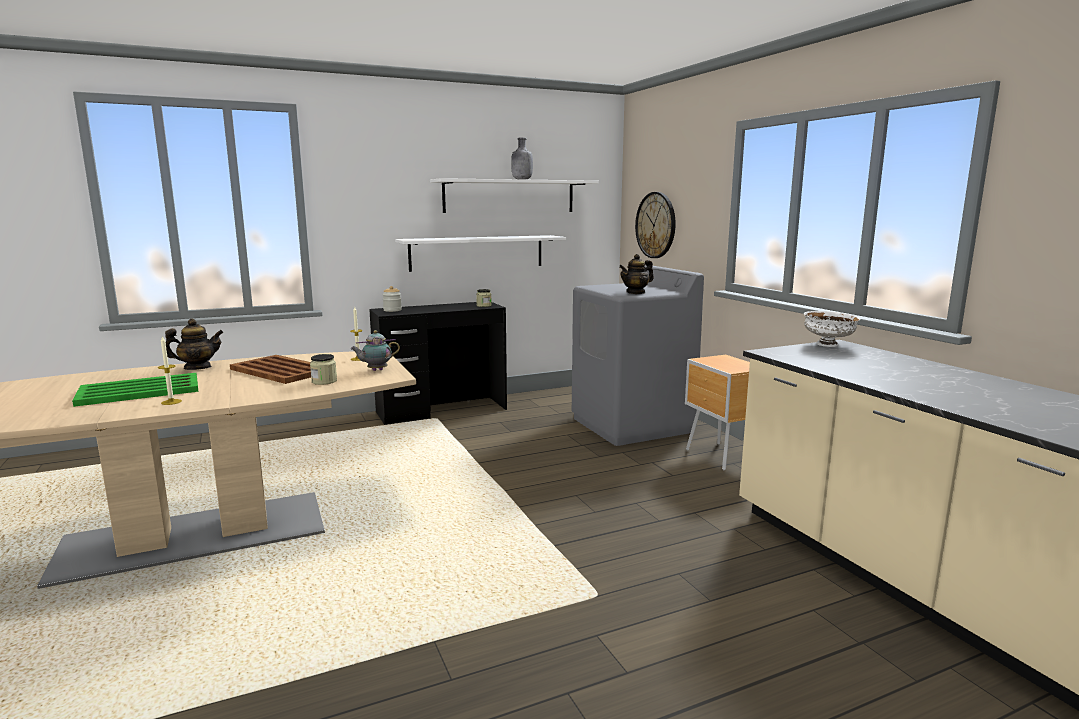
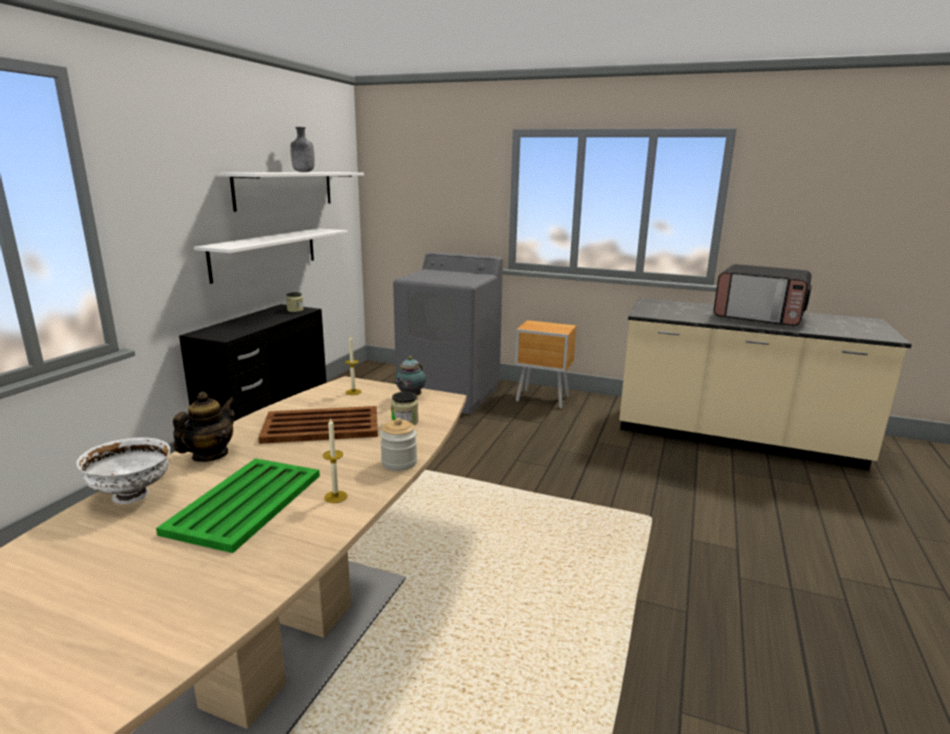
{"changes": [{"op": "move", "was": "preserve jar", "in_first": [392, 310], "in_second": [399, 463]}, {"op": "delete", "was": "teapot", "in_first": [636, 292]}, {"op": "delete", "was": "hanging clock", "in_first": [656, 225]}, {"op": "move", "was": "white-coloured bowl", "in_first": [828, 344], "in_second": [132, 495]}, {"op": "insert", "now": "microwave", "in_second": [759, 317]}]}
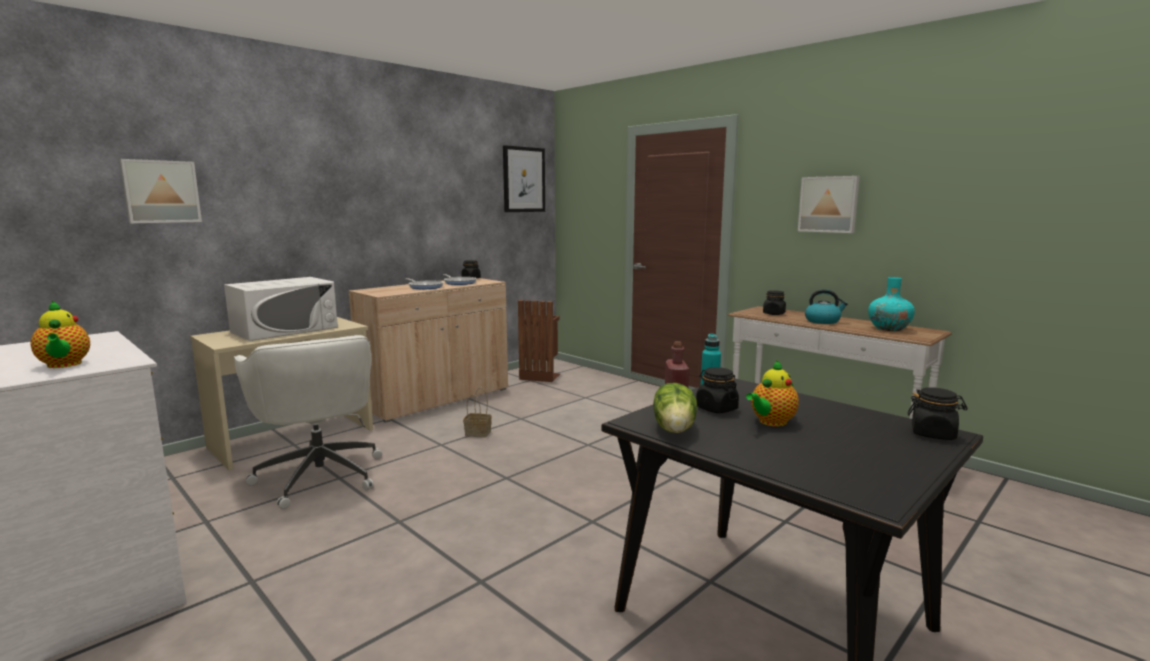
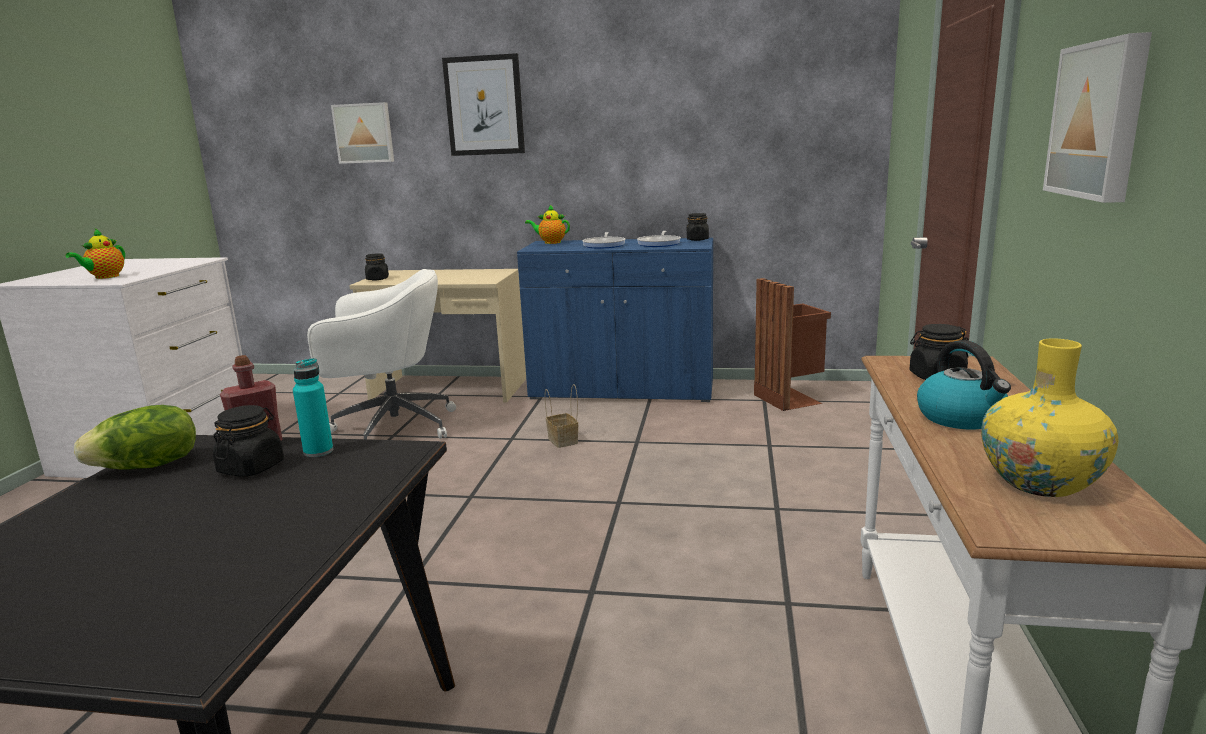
{"changes": [{"op": "delete", "was": "white-coloured microwave", "in_first": [285, 329]}, {"op": "rotate", "was": "white-coloured office chair", "in_first": [320, 475], "in_second": [391, 427], "clockwise": -120}, {"op": "recolor", "was": "beige cupboard", "now": "blue cupboard", "in_first": [437, 398], "in_second": [622, 390]}, {"op": "move", "was": "wall picture", "in_first": [523, 179], "in_second": [484, 106]}, {"op": "move", "was": "teapot", "in_first": [771, 422], "in_second": [550, 242]}, {"op": "recolor", "was": "turquoise flower vase", "now": "yellowish flower vase", "in_first": [889, 328], "in_second": [1040, 482]}, {"op": "move", "was": "black-coloured preserve jar", "in_first": [933, 434], "in_second": [377, 279]}]}
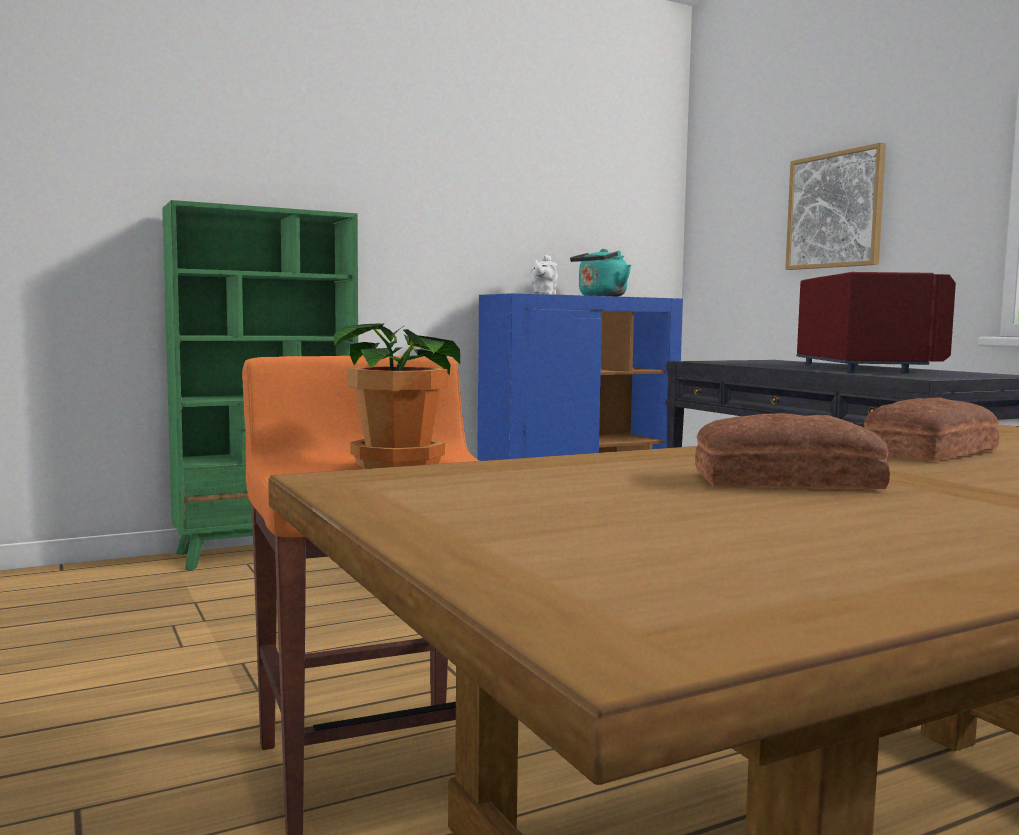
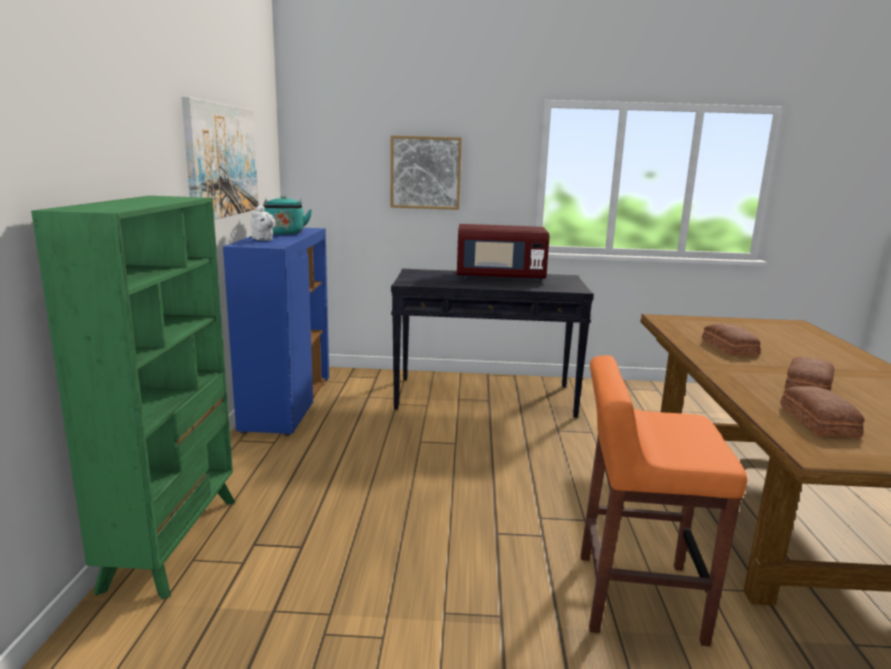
{"changes": [{"op": "delete", "was": "houseplant", "in_first": [401, 465]}, {"op": "rotate", "was": "reddish microwave", "in_first": [863, 368], "in_second": [500, 278], "clockwise": 150}, {"op": "insert", "now": "wall picture", "in_second": [222, 161]}, {"op": "insert", "now": "baked bread", "in_second": [819, 421]}]}
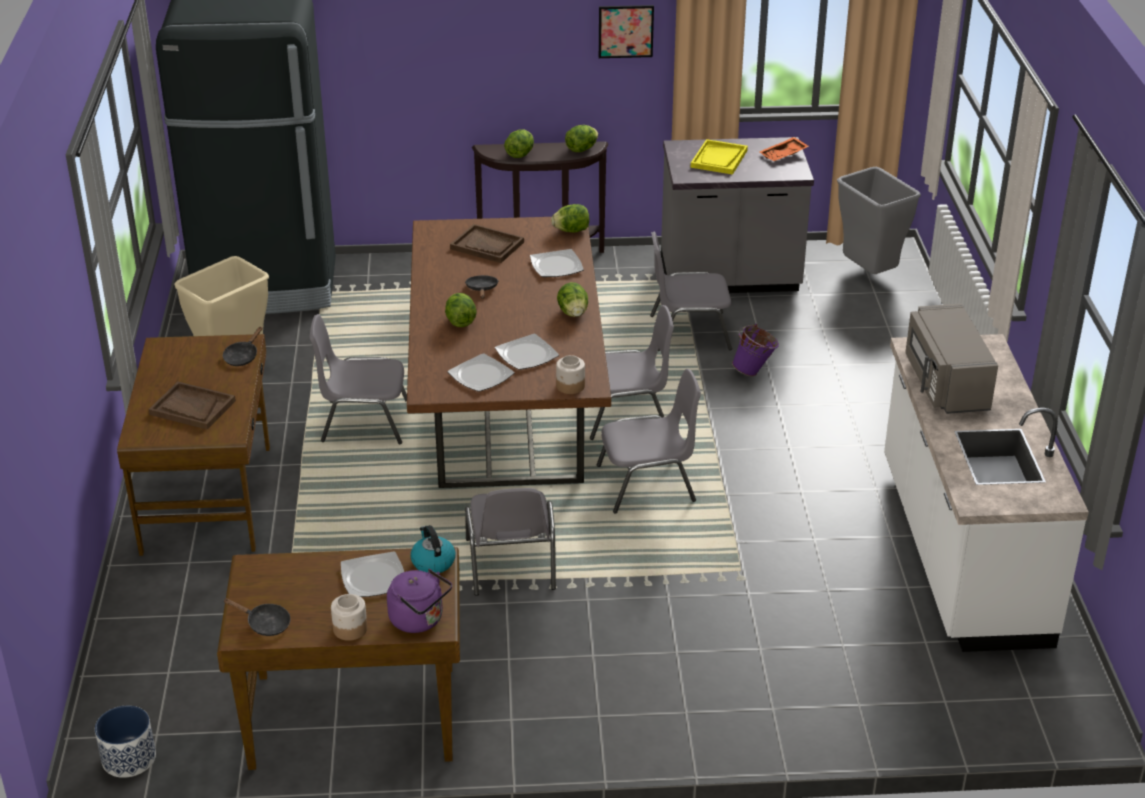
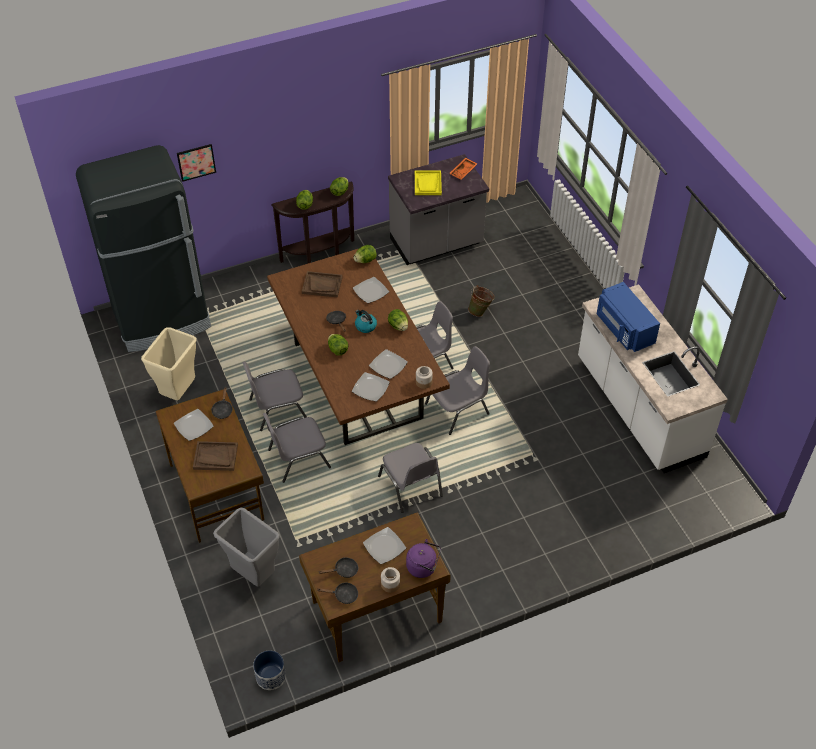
{"changes": [{"op": "move", "was": "water kettle", "in_first": [432, 562], "in_second": [365, 326]}, {"op": "move", "was": "wall picture", "in_first": [625, 31], "in_second": [196, 162]}, {"op": "move", "was": "grey plain chair", "in_first": [688, 332], "in_second": [298, 458]}, {"op": "recolor", "was": "purple water bucket", "now": "green water bucket", "in_first": [754, 371], "in_second": [480, 311]}, {"op": "move", "was": "grey waste bin", "in_first": [870, 274], "in_second": [255, 575]}, {"op": "recolor", "was": "grey microwave", "now": "blue microwave", "in_first": [945, 383], "in_second": [624, 329]}, {"op": "insert", "now": "plate", "in_second": [194, 426]}, {"op": "insert", "now": "black-coloured frying pan", "in_second": [344, 570]}]}
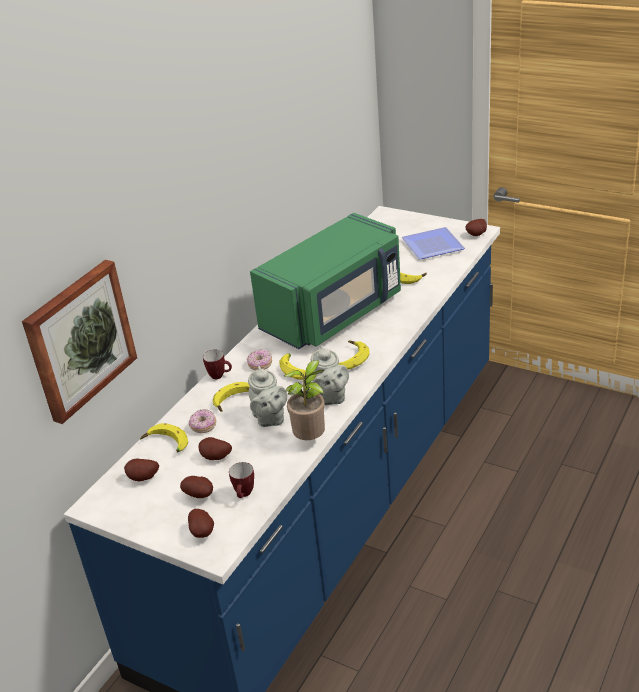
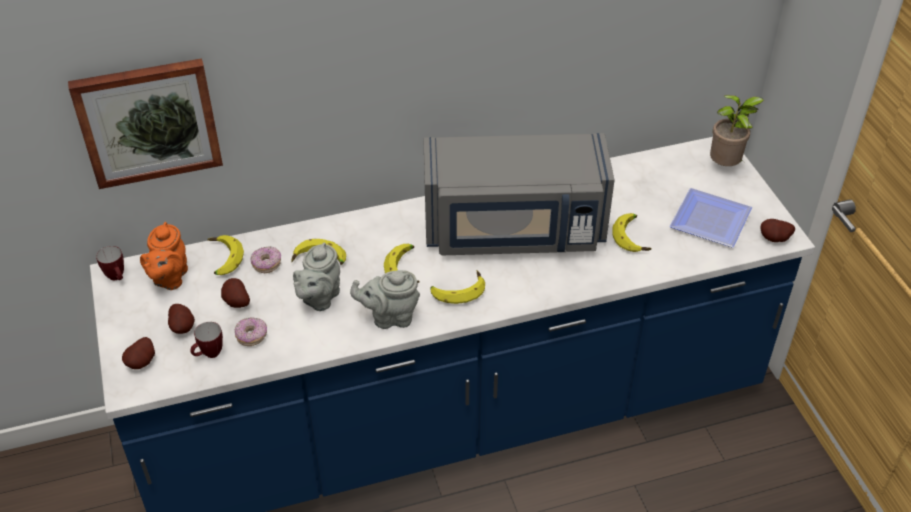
{"changes": [{"op": "replace", "was": "potato", "now": "orangey teapot", "in_first": [143, 479], "in_second": [169, 278]}, {"op": "move", "was": "mug", "in_first": [220, 376], "in_second": [117, 278]}, {"op": "move", "was": "donut", "in_first": [260, 365], "in_second": [251, 336]}, {"op": "recolor", "was": "green microwave", "now": "grey microwave", "in_first": [335, 313], "in_second": [514, 230]}, {"op": "move", "was": "houseplant", "in_first": [311, 439], "in_second": [726, 166]}, {"op": "rotate", "was": "grey teapot", "in_first": [330, 397], "in_second": [390, 317], "clockwise": 60}]}
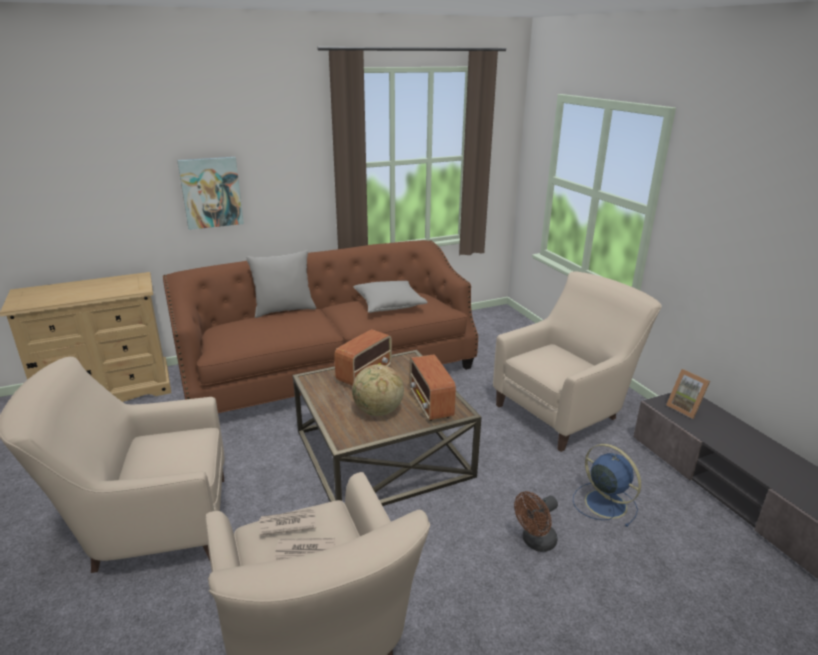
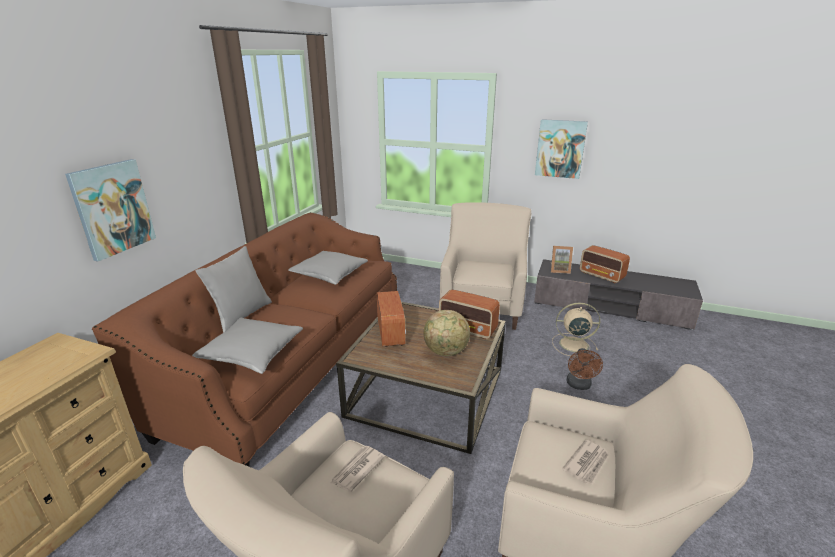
{"changes": [{"op": "move", "was": "daily paper", "in_first": [287, 523], "in_second": [357, 470]}, {"op": "recolor", "was": "blue fan", "now": "beige fan", "in_first": [604, 503], "in_second": [572, 344]}, {"op": "insert", "now": "grey cushion", "in_second": [252, 354]}, {"op": "insert", "now": "wall picture", "in_second": [560, 149]}, {"op": "insert", "now": "radio set", "in_second": [602, 276]}]}
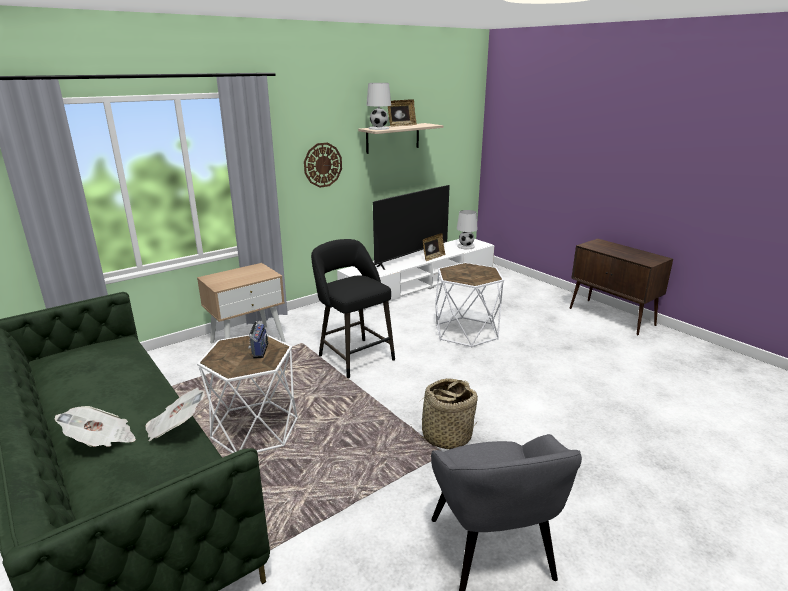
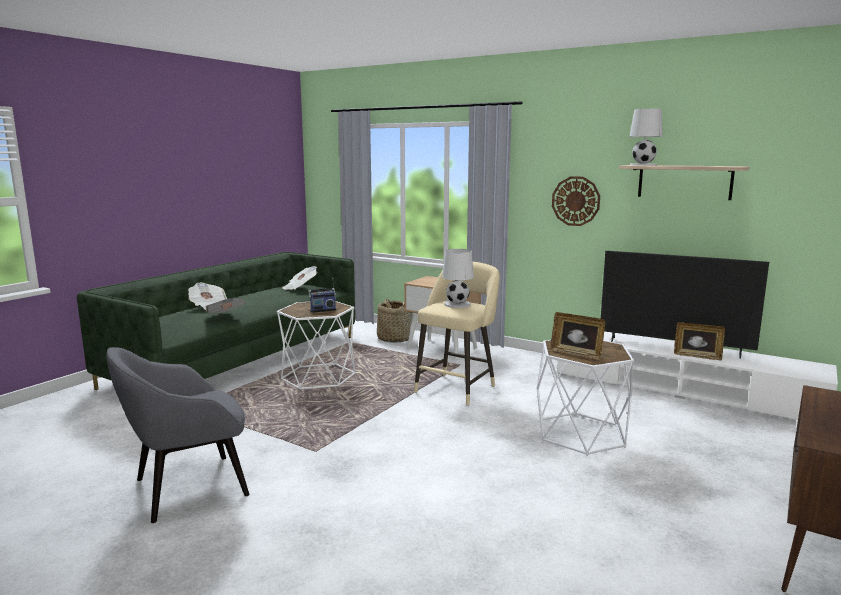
{"changes": [{"op": "recolor", "was": "black-coloured stool", "now": "beige stool", "in_first": [354, 356], "in_second": [457, 388]}, {"op": "move", "was": "standing frame", "in_first": [401, 125], "in_second": [576, 354]}, {"op": "move", "was": "storage basket", "in_first": [446, 436], "in_second": [394, 338]}, {"op": "move", "was": "white-coloured lamp for a table", "in_first": [465, 246], "in_second": [457, 304]}, {"op": "insert", "now": "daily paper", "in_second": [300, 287]}]}
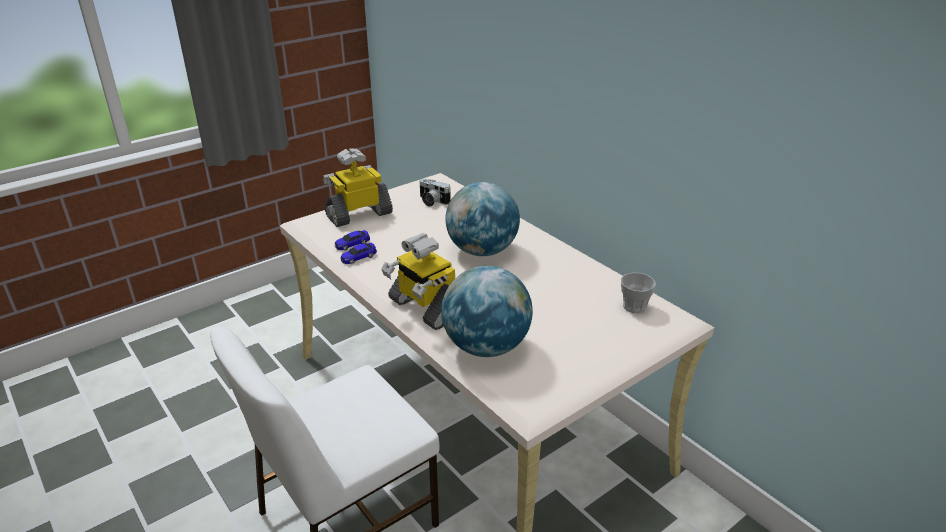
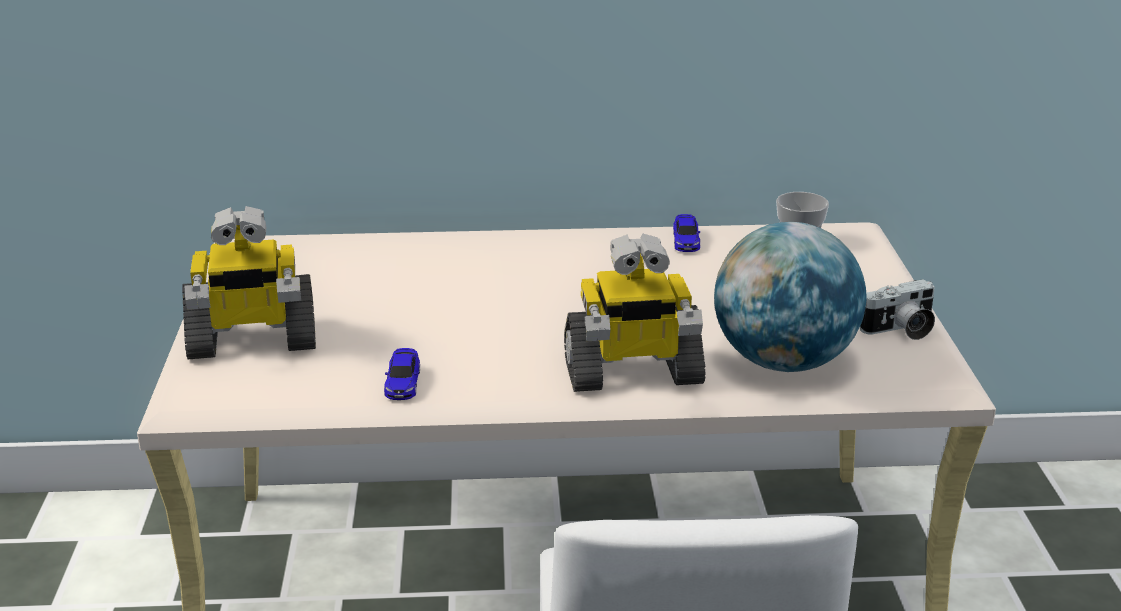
{"changes": [{"op": "rotate", "was": "robot figure", "in_first": [359, 214], "in_second": [251, 341], "clockwise": -105}, {"op": "move", "was": "miniature car", "in_first": [352, 244], "in_second": [686, 241]}, {"op": "move", "was": "photo camera", "in_first": [432, 201], "in_second": [900, 330]}, {"op": "delete", "was": "globe", "in_first": [482, 251]}]}
